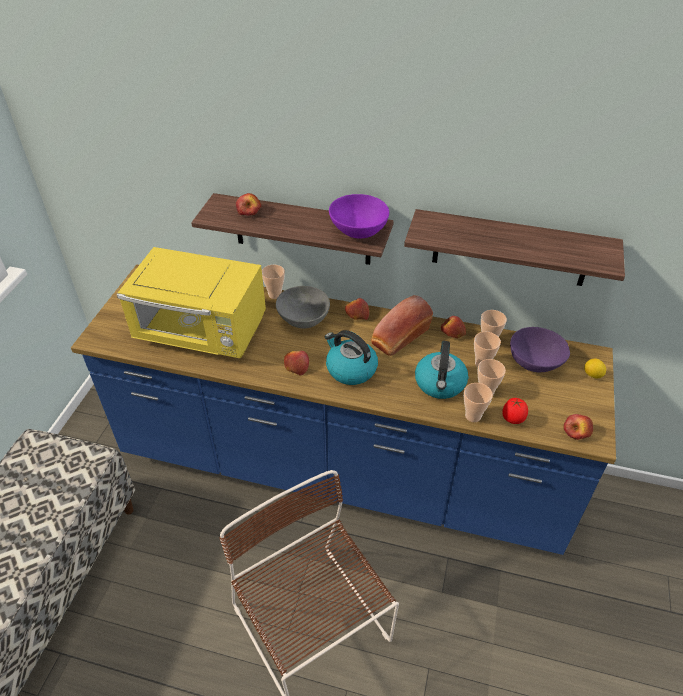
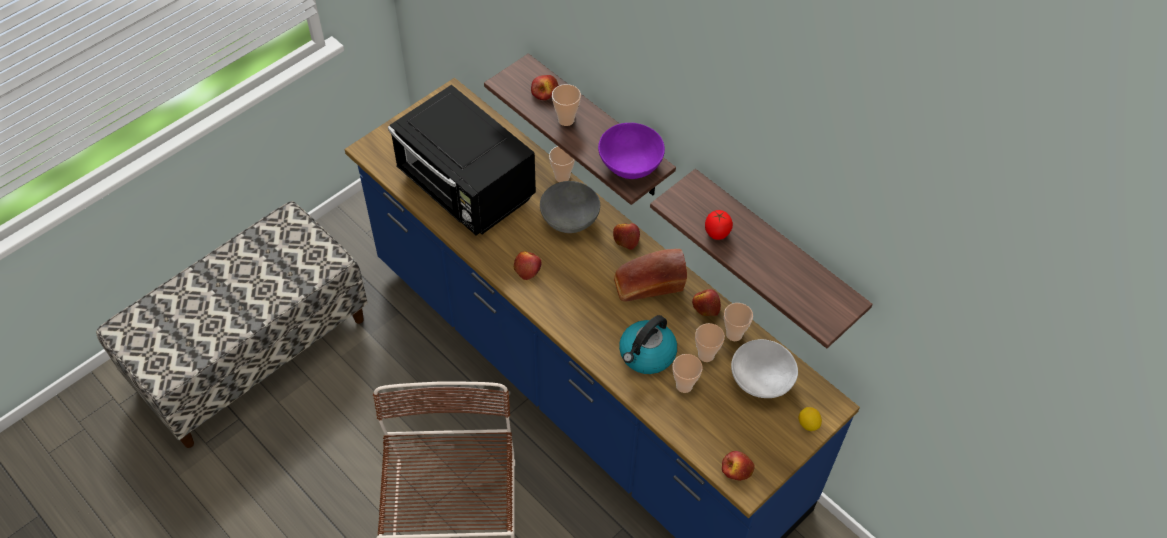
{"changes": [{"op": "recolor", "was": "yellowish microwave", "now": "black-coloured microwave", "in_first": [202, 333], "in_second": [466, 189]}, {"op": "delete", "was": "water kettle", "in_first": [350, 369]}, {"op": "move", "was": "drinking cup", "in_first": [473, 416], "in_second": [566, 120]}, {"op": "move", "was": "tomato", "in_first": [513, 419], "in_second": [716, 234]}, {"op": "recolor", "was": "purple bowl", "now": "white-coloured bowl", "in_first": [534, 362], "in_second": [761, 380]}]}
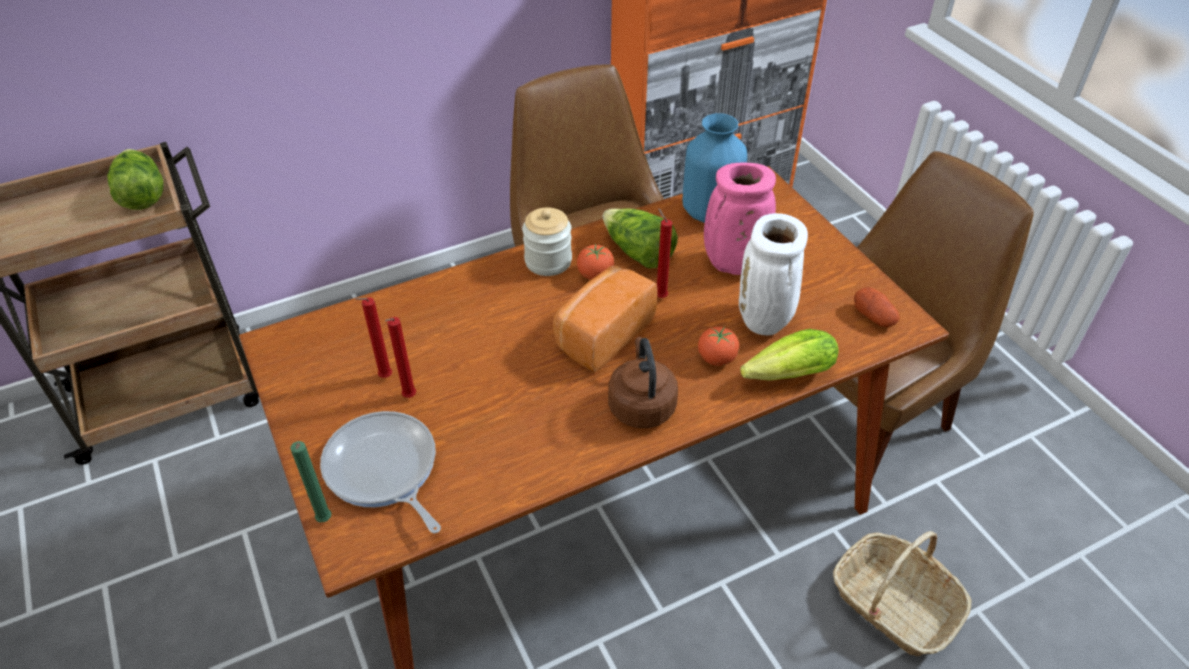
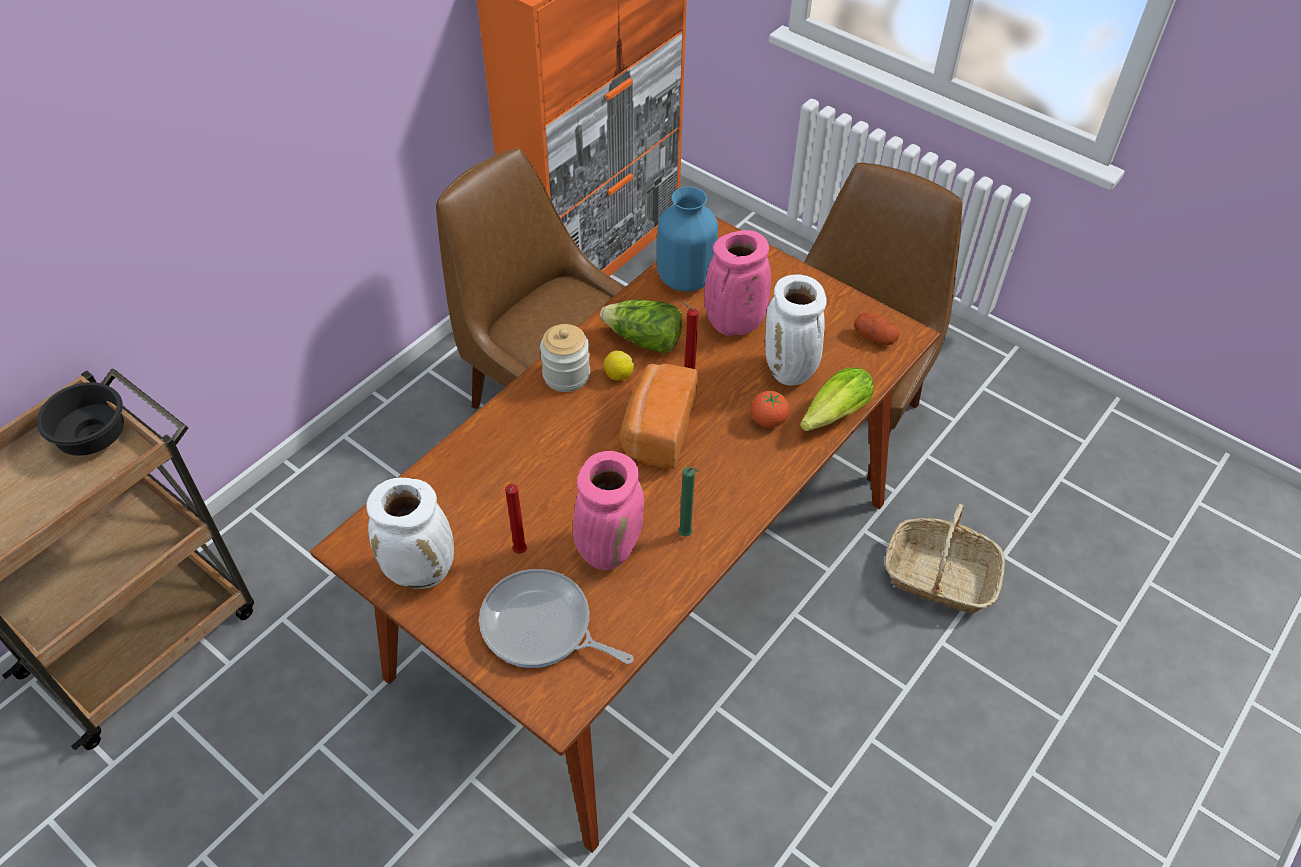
{"changes": [{"op": "replace", "was": "head of lettuce", "now": "black-coloured bowl", "in_first": [141, 194], "in_second": [94, 438]}, {"op": "move", "was": "green wax light", "in_first": [324, 521], "in_second": [686, 535]}, {"op": "delete", "was": "reddish wax light", "in_first": [383, 378]}, {"op": "replace", "was": "tomato", "now": "lemon", "in_first": [595, 275], "in_second": [618, 375]}, {"op": "delete", "was": "brown water kettle", "in_first": [641, 405]}, {"op": "insert", "now": "white-coloured flower vase", "in_second": [422, 572]}, {"op": "insert", "now": "pink-coloured flower vase", "in_second": [608, 548]}]}
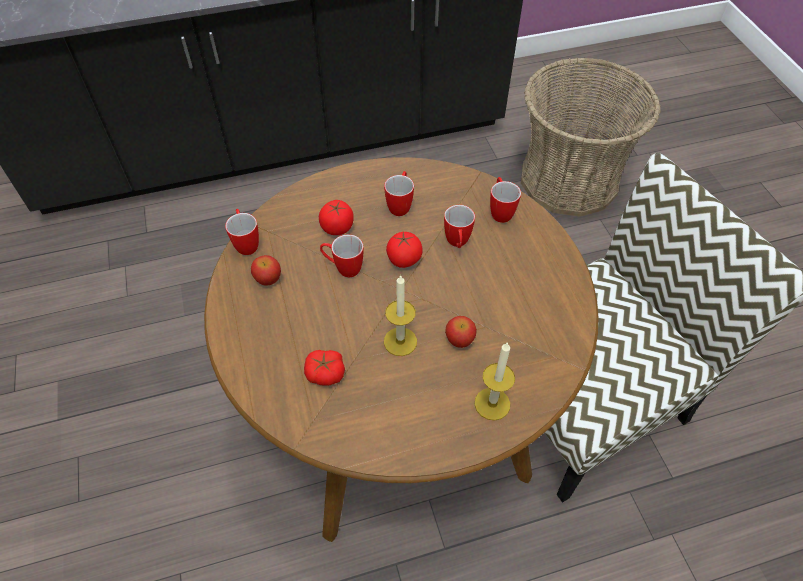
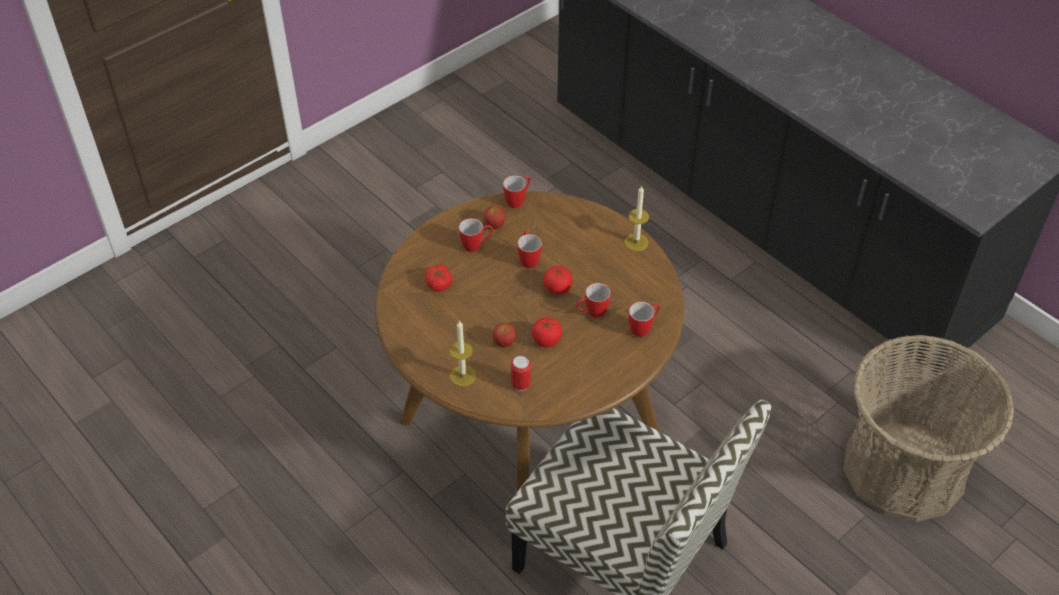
{"changes": [{"op": "move", "was": "tomato", "in_first": [337, 227], "in_second": [546, 340]}, {"op": "move", "was": "mug", "in_first": [400, 205], "in_second": [476, 245]}, {"op": "move", "was": "wax light", "in_first": [400, 341], "in_second": [636, 242]}, {"op": "insert", "now": "sealed can", "in_second": [521, 385]}]}
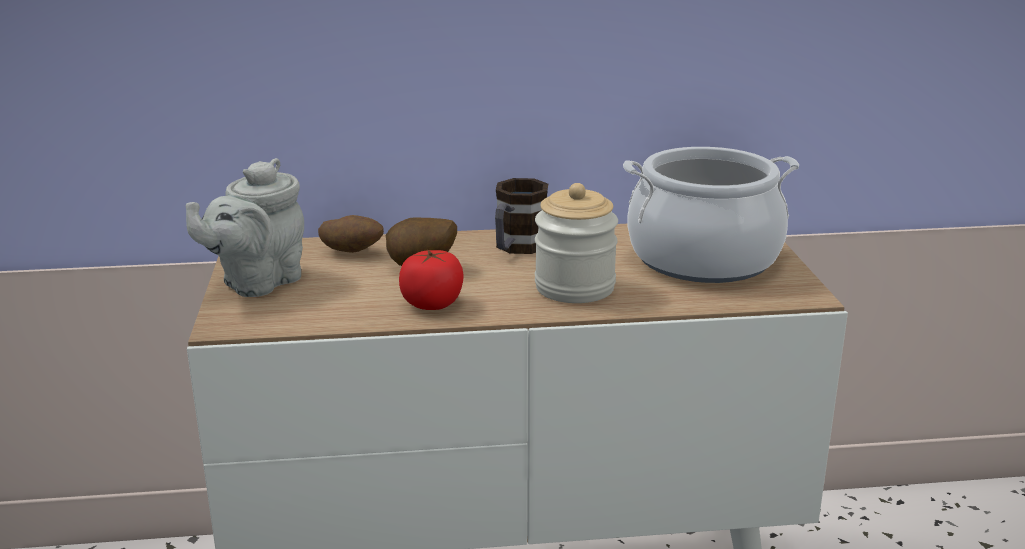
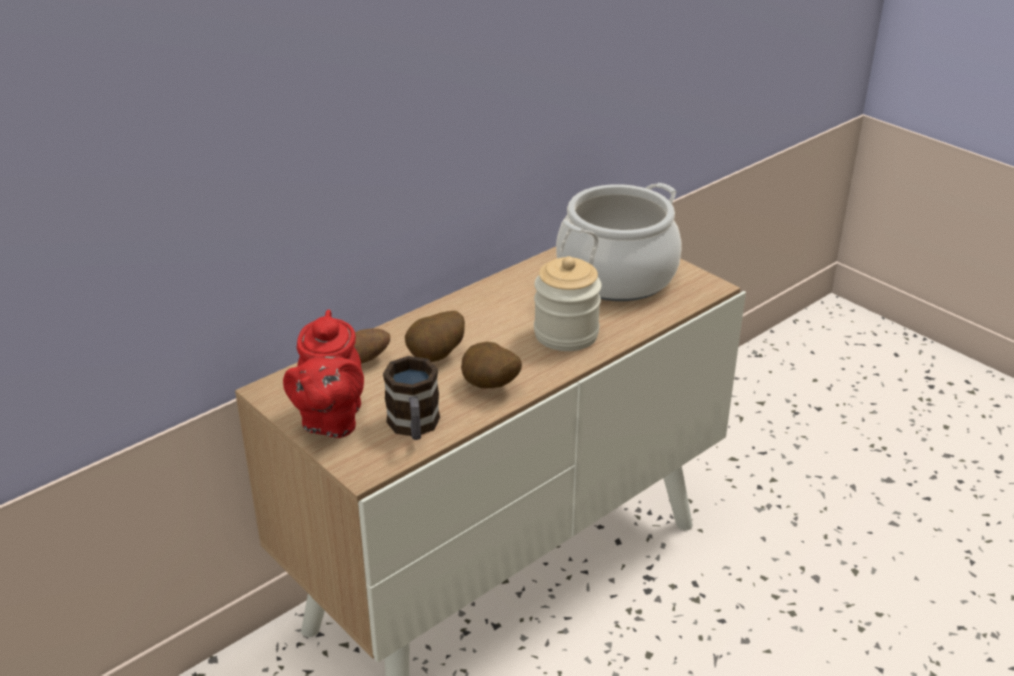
{"changes": [{"op": "recolor", "was": "grey teapot", "now": "reddish teapot", "in_first": [257, 283], "in_second": [330, 420]}, {"op": "replace", "was": "tomato", "now": "potato", "in_first": [432, 304], "in_second": [489, 387]}, {"op": "move", "was": "mug", "in_first": [516, 248], "in_second": [414, 427]}]}
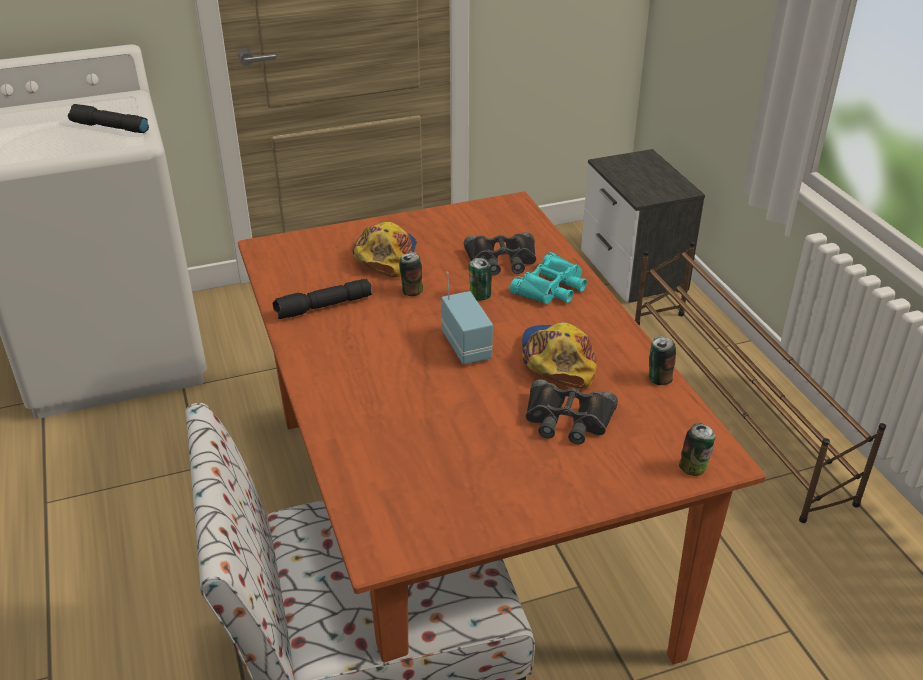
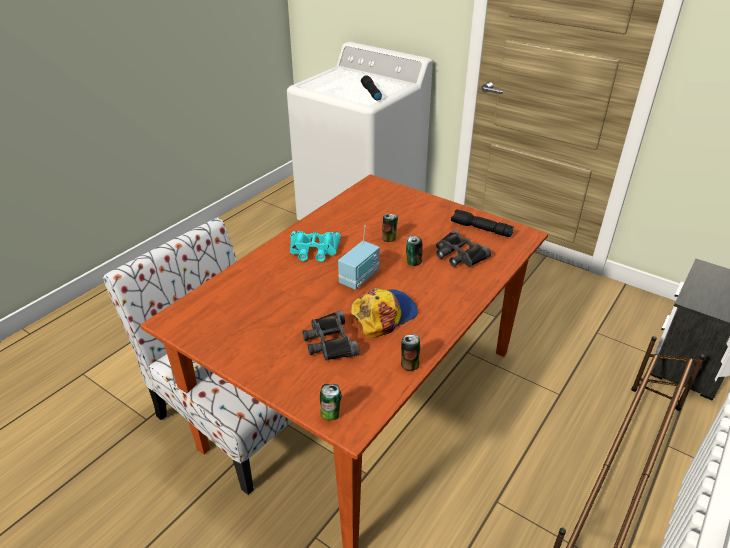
{"changes": [{"op": "move", "was": "black-coloured flashlight", "in_first": [323, 307], "in_second": [480, 229]}, {"op": "delete", "was": "cap", "in_first": [386, 255]}, {"op": "move", "was": "turquoise field glasses", "in_first": [552, 287], "in_second": [314, 250]}]}
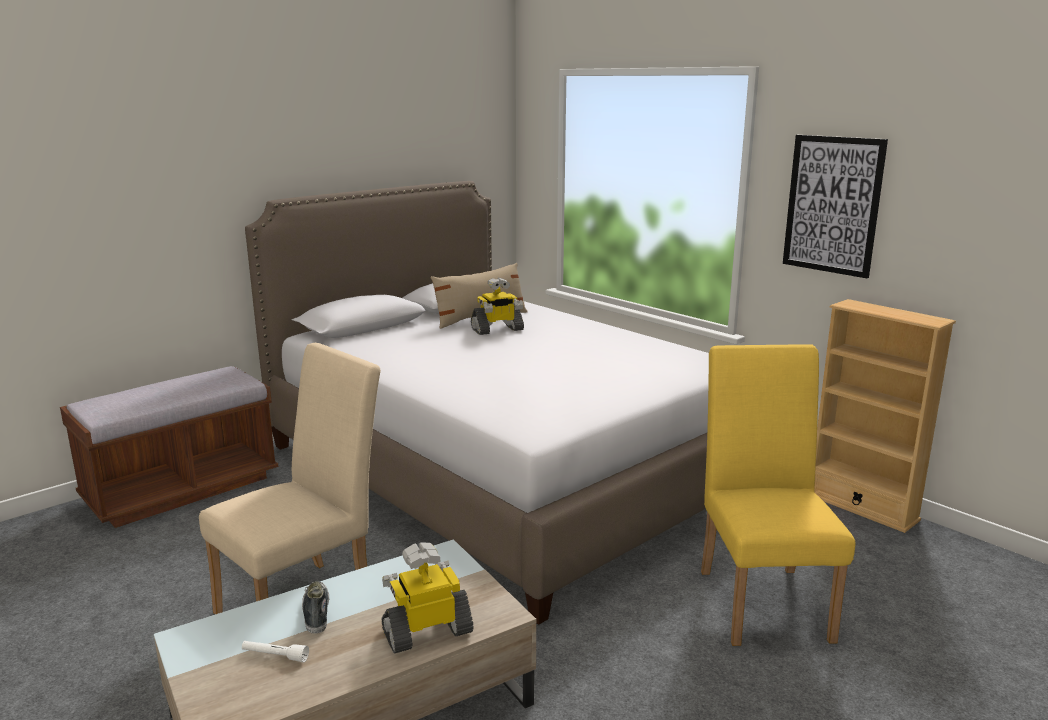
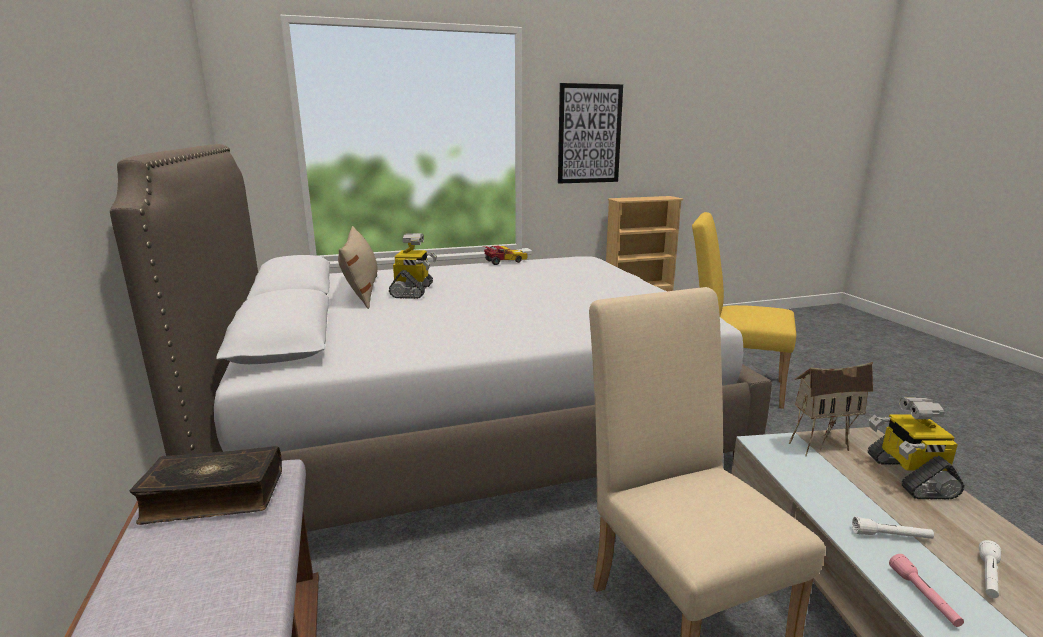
{"changes": [{"op": "replace", "was": "item of footwear", "now": "white-coloured flashlight", "in_first": [316, 613], "in_second": [891, 536]}, {"op": "insert", "now": "book", "in_second": [214, 497]}, {"op": "insert", "now": "miniature car", "in_second": [504, 261]}, {"op": "insert", "now": "miniature house", "in_second": [820, 444]}, {"op": "insert", "now": "pink-coloured flashlight", "in_second": [923, 597]}]}
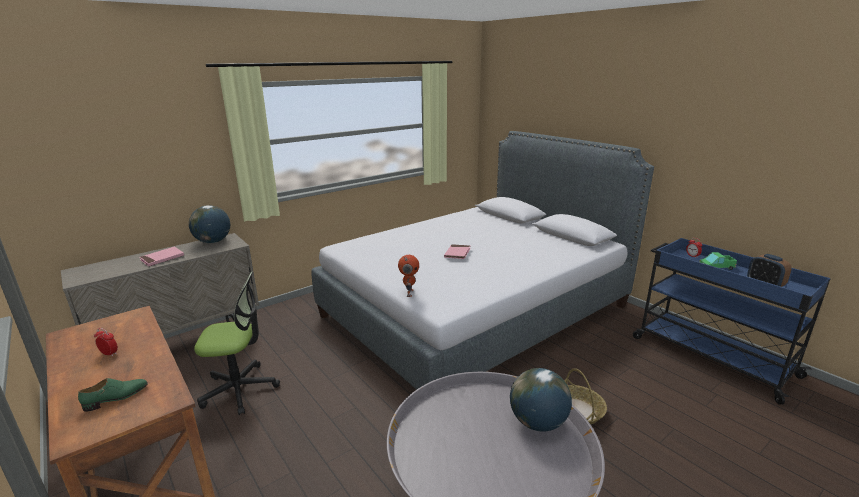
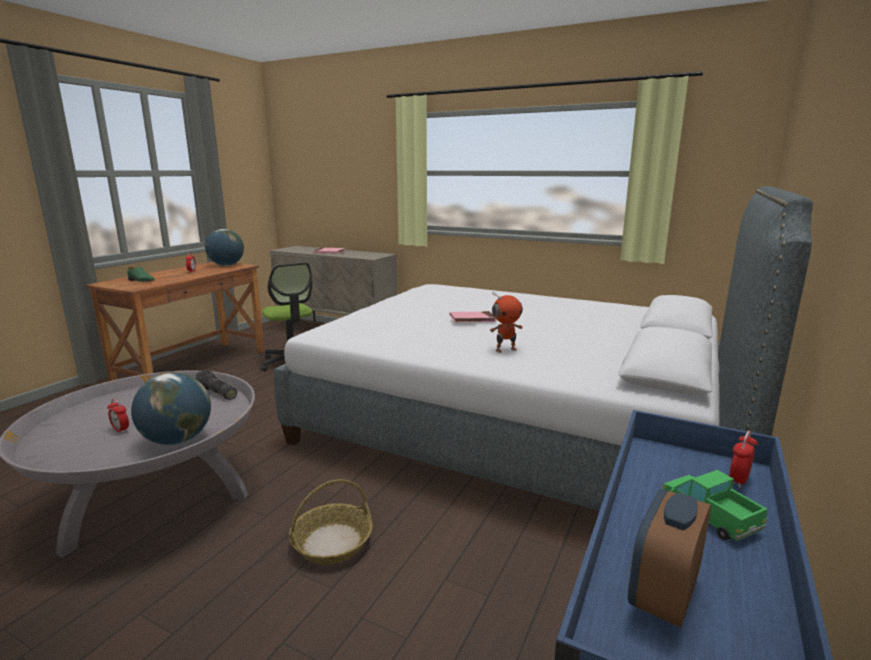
{"changes": [{"op": "move", "was": "globe", "in_first": [213, 241], "in_second": [227, 265]}, {"op": "move", "was": "robot figure", "in_first": [409, 293], "in_second": [505, 349]}, {"op": "insert", "now": "bedside clock", "in_second": [120, 430]}, {"op": "insert", "now": "flashlight", "in_second": [216, 393]}]}
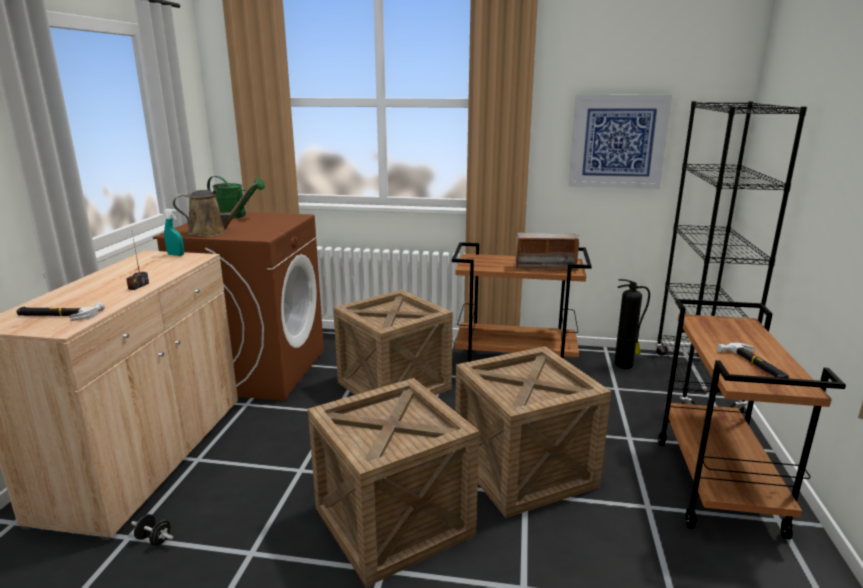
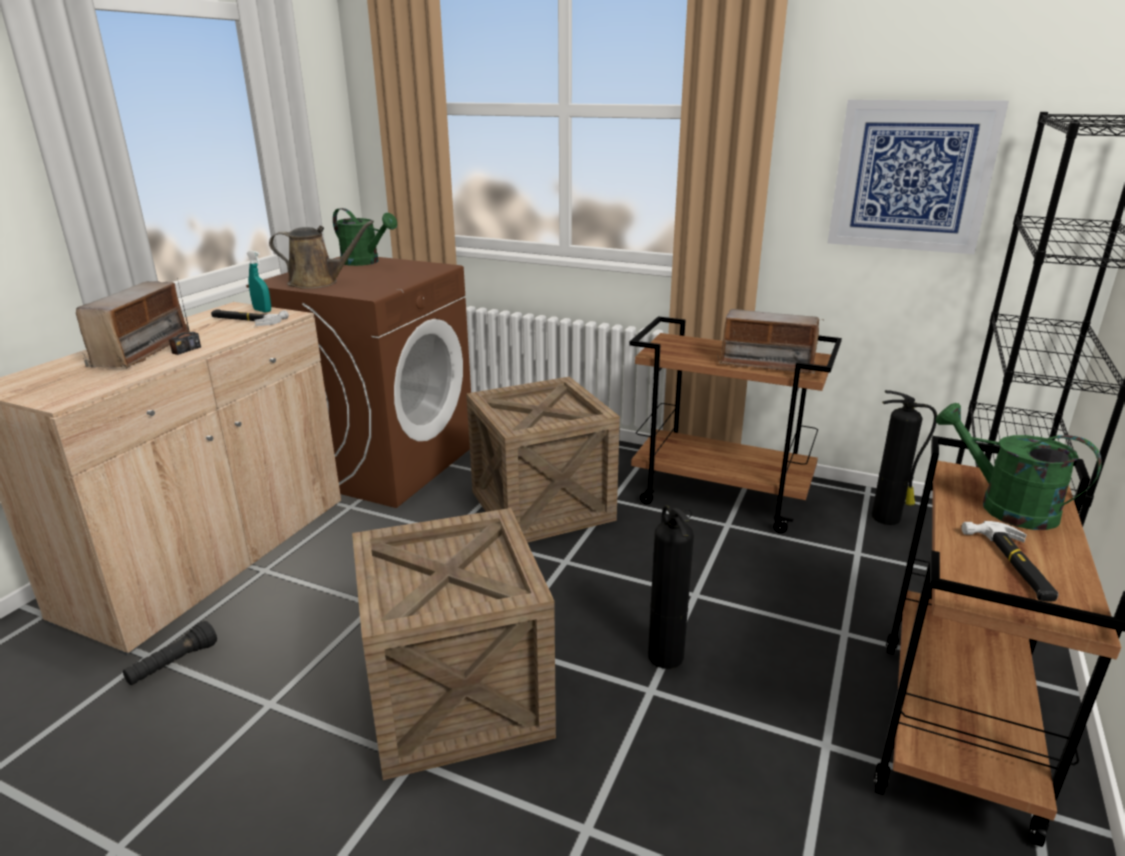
{"changes": [{"op": "move", "was": "hand hammer", "in_first": [58, 315], "in_second": [247, 320]}, {"op": "replace", "was": "black-coloured hand weight", "now": "black-coloured flashlight", "in_first": [154, 539], "in_second": [173, 664]}, {"op": "replace", "was": "packing crate", "now": "fire-fighting cylinder", "in_first": [524, 470], "in_second": [665, 655]}, {"op": "insert", "now": "radio set", "in_second": [142, 351]}, {"op": "insert", "now": "green watering can", "in_second": [1004, 506]}]}
